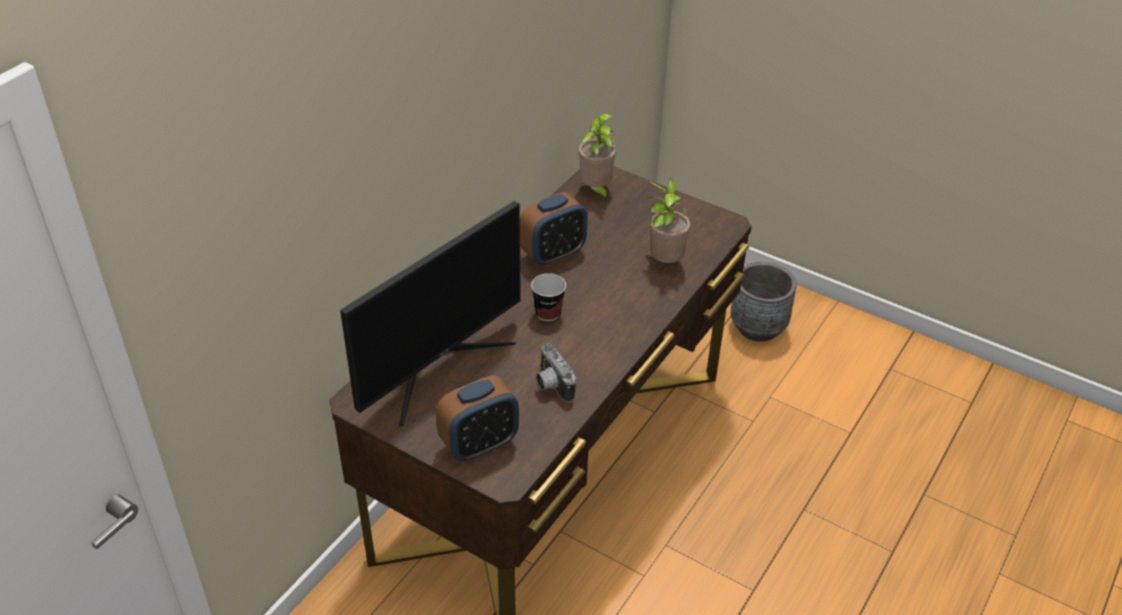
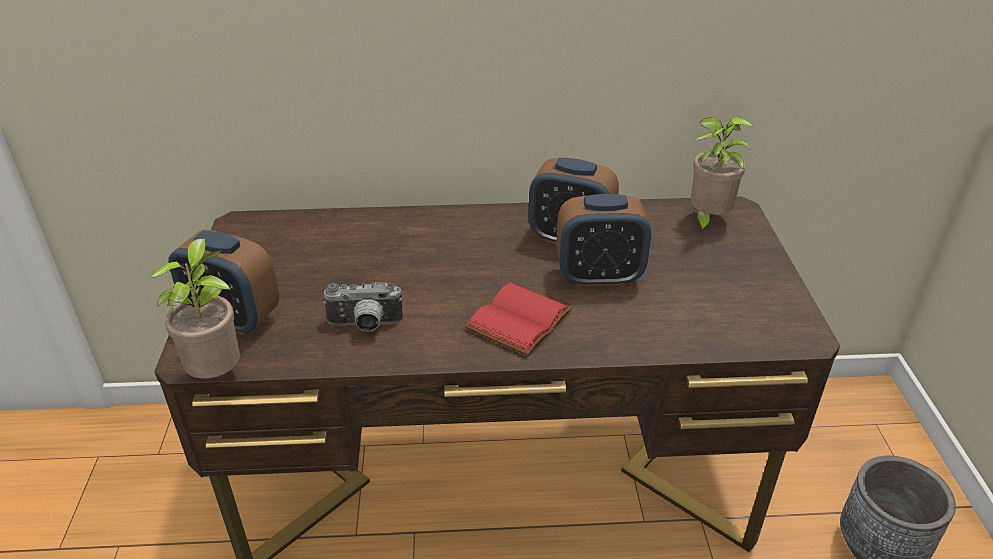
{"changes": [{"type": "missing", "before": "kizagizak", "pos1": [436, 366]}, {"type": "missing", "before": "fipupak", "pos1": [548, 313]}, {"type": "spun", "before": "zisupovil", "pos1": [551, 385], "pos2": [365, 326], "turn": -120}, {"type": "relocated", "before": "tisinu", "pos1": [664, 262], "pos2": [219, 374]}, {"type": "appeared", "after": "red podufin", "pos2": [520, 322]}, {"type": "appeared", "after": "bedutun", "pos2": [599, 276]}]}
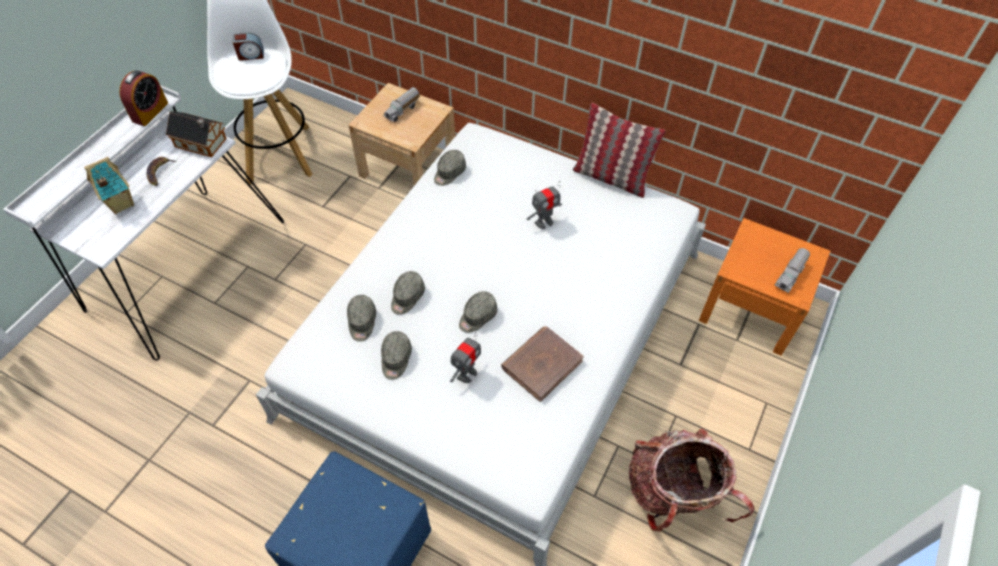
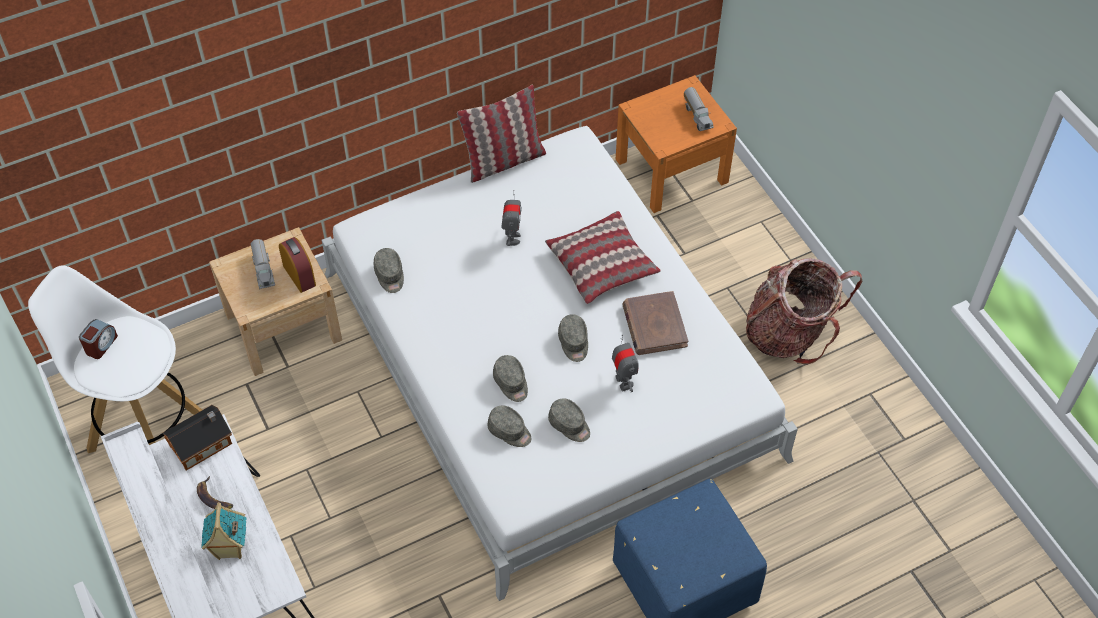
{"changes": [{"type": "relocated", "before": "bedutun", "pos1": [150, 112], "pos2": [299, 275]}, {"type": "appeared", "after": "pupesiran", "pos2": [602, 264]}]}
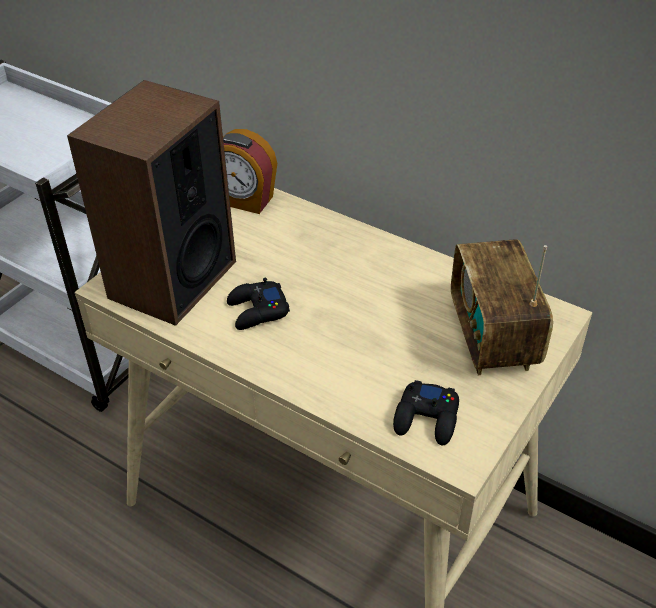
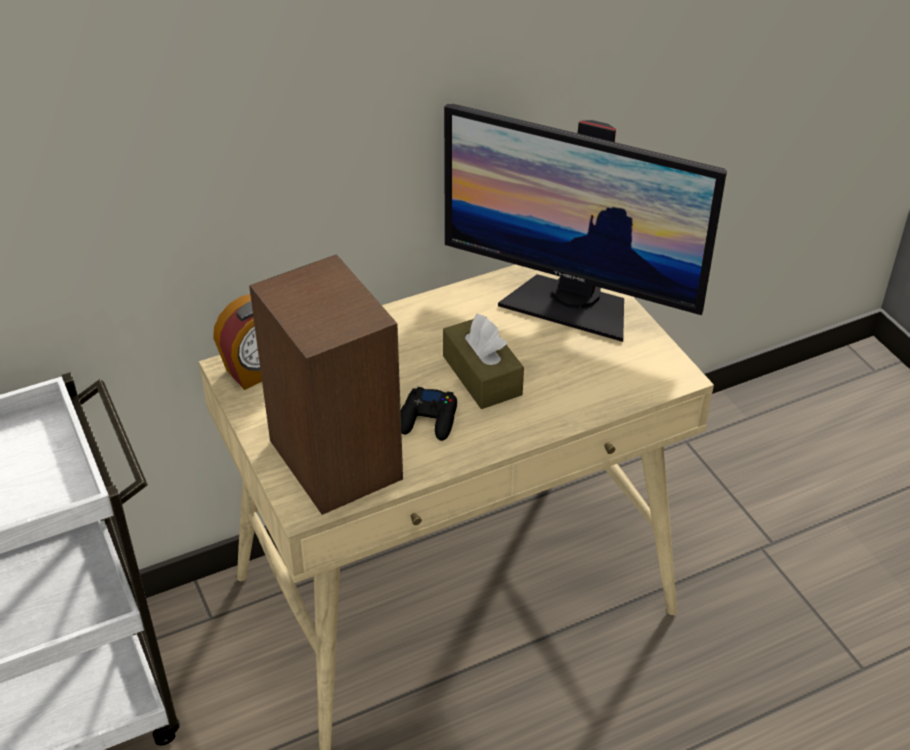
{"changes": [{"type": "missing", "before": "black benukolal", "pos1": [427, 418]}, {"type": "exchanged", "before": "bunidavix", "after": "kizagizak", "pos1": [492, 337], "pos2": [571, 303]}, {"type": "appeared", "after": "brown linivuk", "pos2": [482, 375]}]}
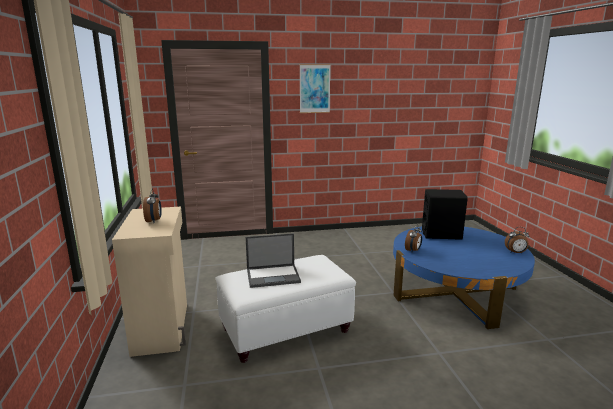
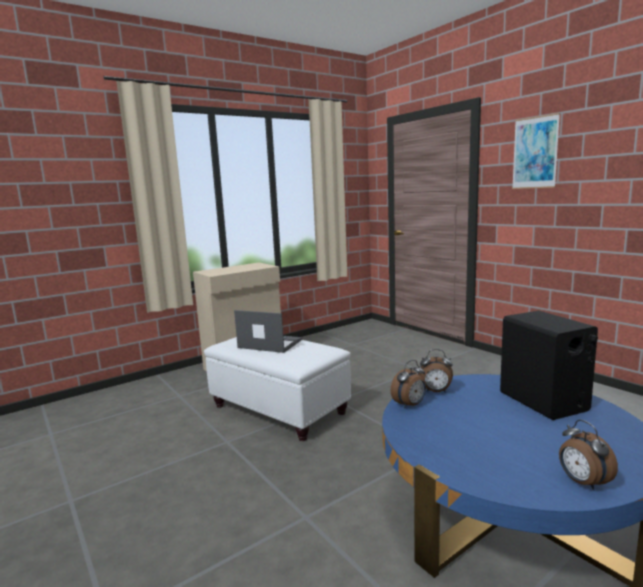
{"changes": [{"type": "relocated", "before": "bedutun", "pos1": [154, 221], "pos2": [410, 405]}, {"type": "spun", "before": "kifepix", "pos1": [273, 276], "pos2": [269, 344], "turn": 150}]}
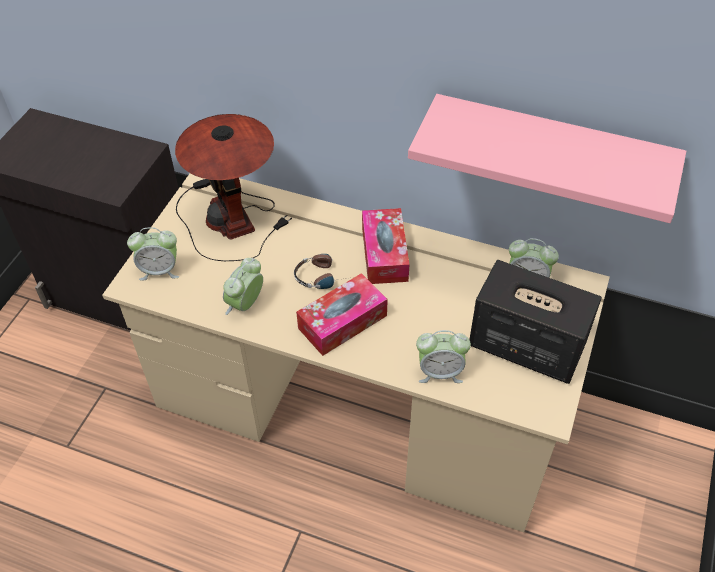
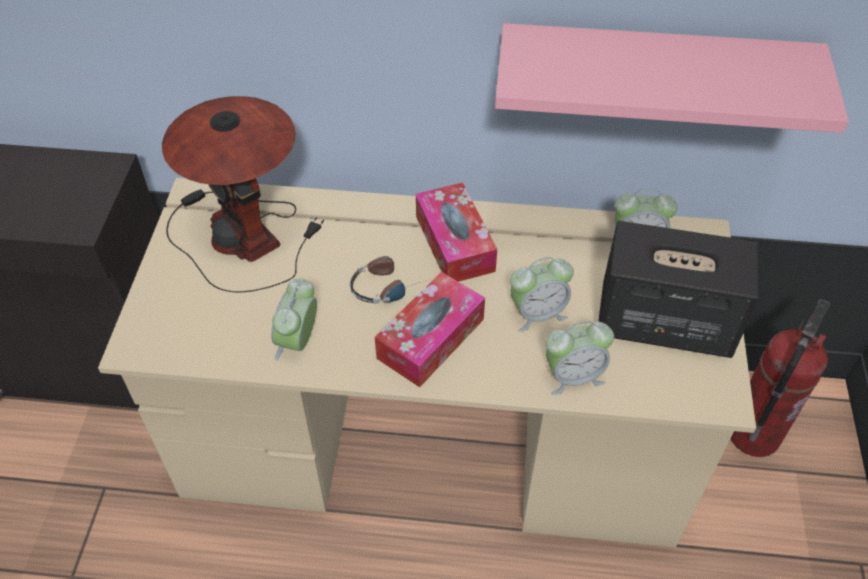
{"changes": [{"type": "relocated", "before": "bedutun", "pos1": [159, 270], "pos2": [537, 313]}, {"type": "appeared", "after": "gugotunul", "pos2": [753, 435]}]}
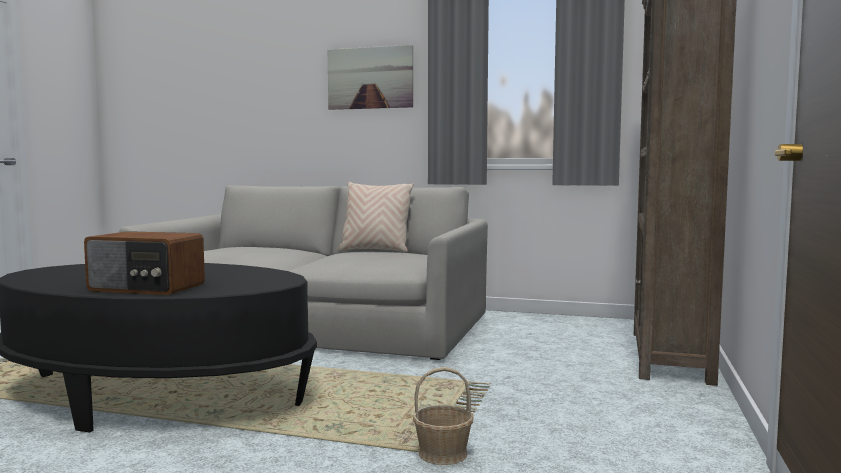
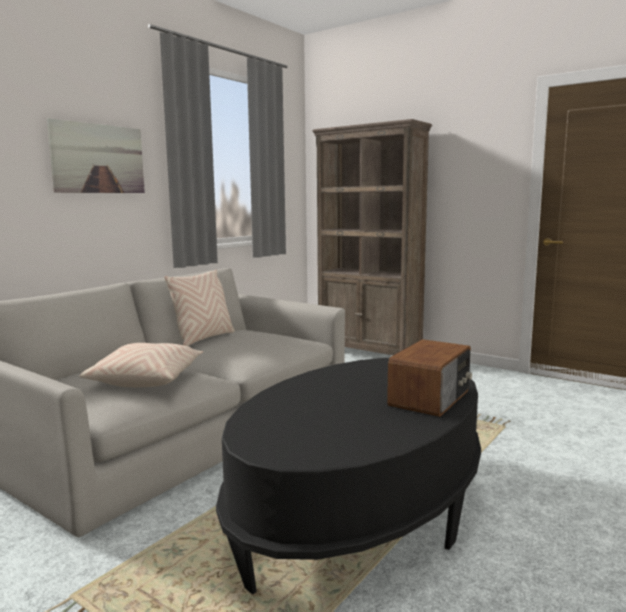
{"changes": [{"type": "missing", "before": "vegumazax", "pos1": [443, 454]}, {"type": "appeared", "after": "beige pupesiran", "pos2": [147, 379]}]}
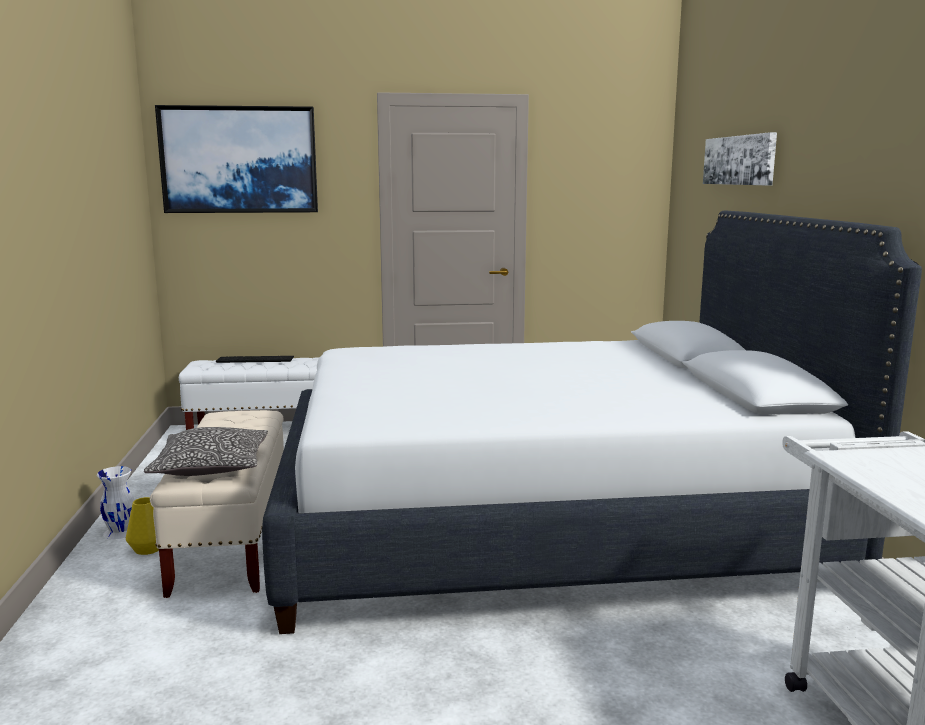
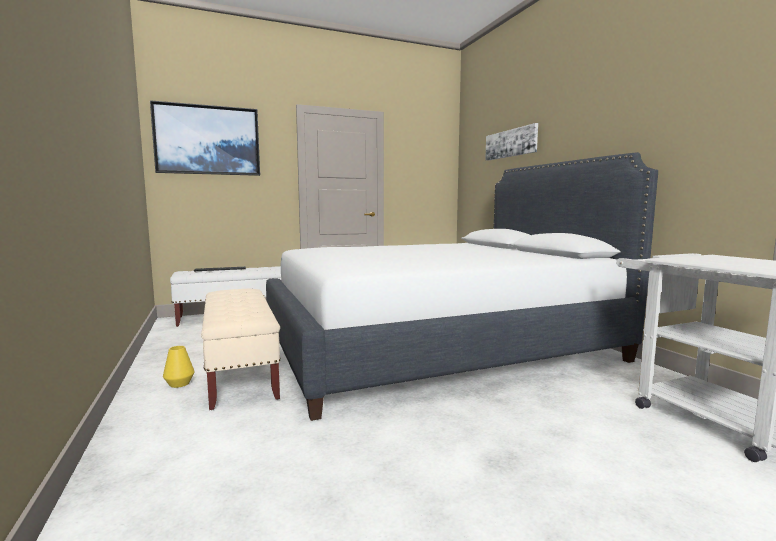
{"changes": [{"type": "missing", "before": "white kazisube", "pos1": [121, 531]}, {"type": "missing", "before": "pupesiran", "pos1": [211, 467]}]}
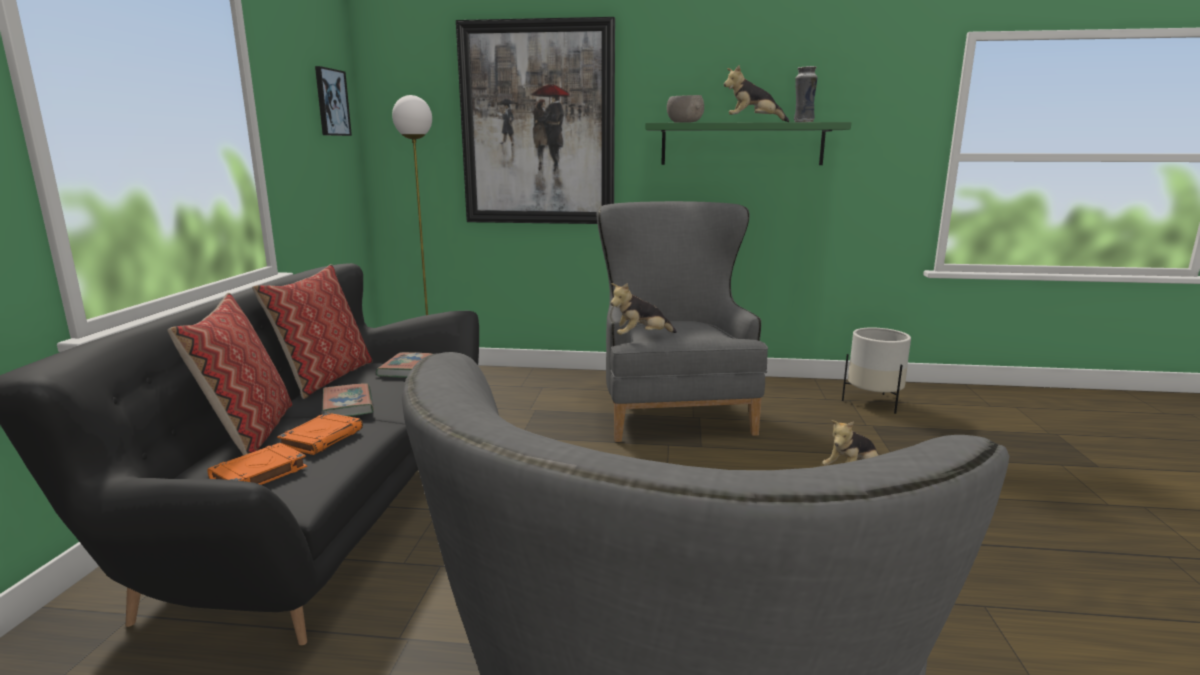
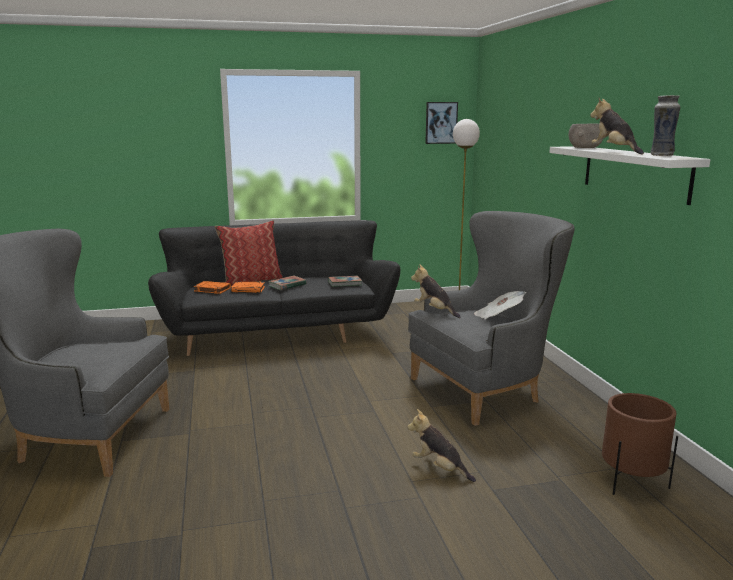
{"changes": [{"type": "missing", "before": "pupesiran", "pos1": [325, 378]}, {"type": "missing", "before": "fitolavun", "pos1": [538, 125]}, {"type": "colour", "before": "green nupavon", "after": "white nupavon", "pos1": [742, 144], "pos2": [634, 172]}, {"type": "colour", "before": "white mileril", "after": "brown mileril", "pos1": [873, 402], "pos2": [631, 481]}, {"type": "appeared", "after": "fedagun", "pos2": [499, 316]}]}
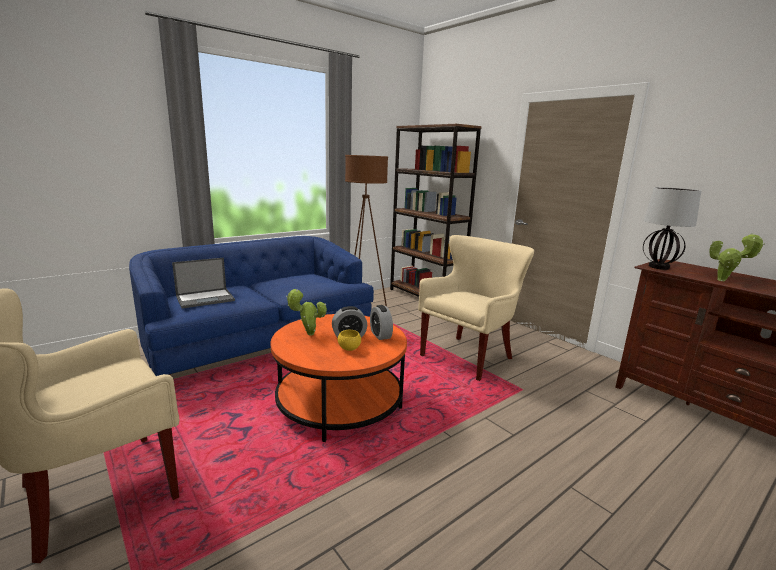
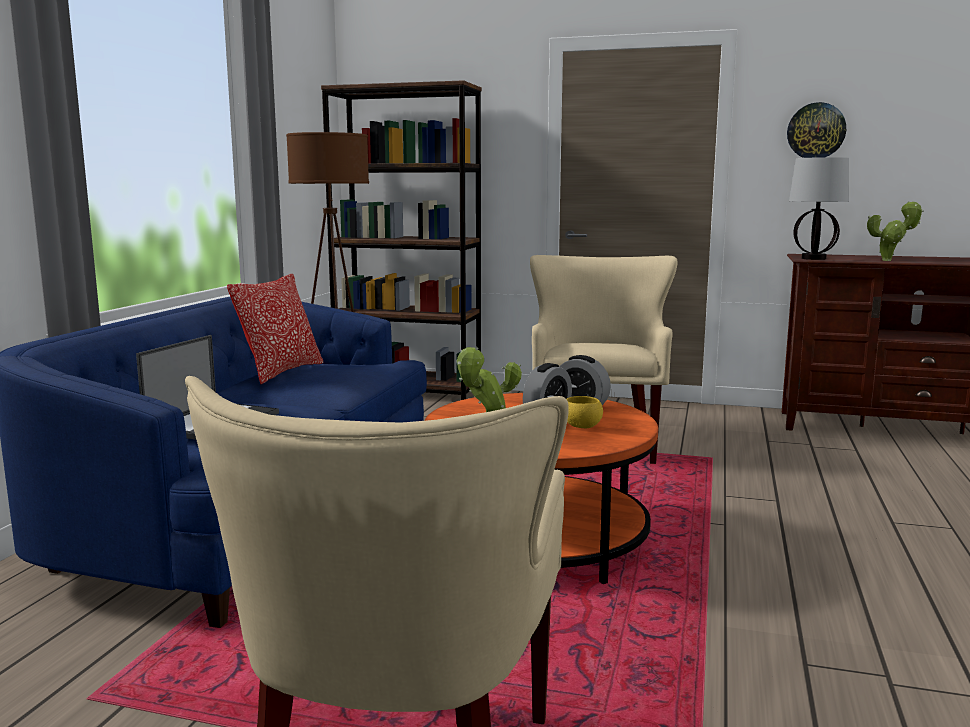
{"changes": [{"type": "appeared", "after": "pupesiran", "pos2": [281, 372]}, {"type": "appeared", "after": "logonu", "pos2": [816, 131]}]}
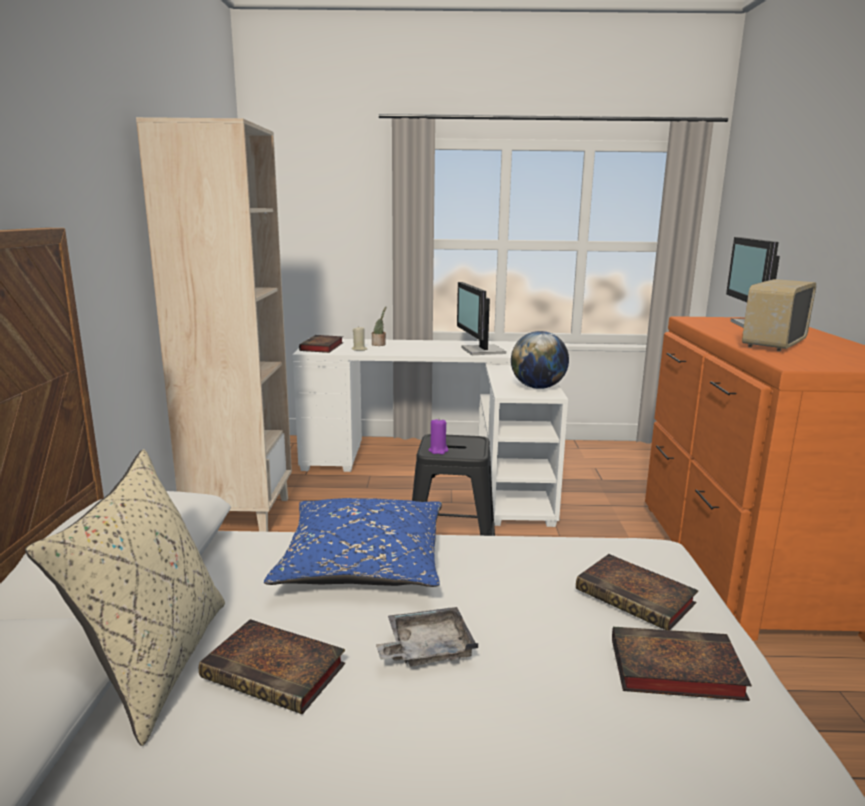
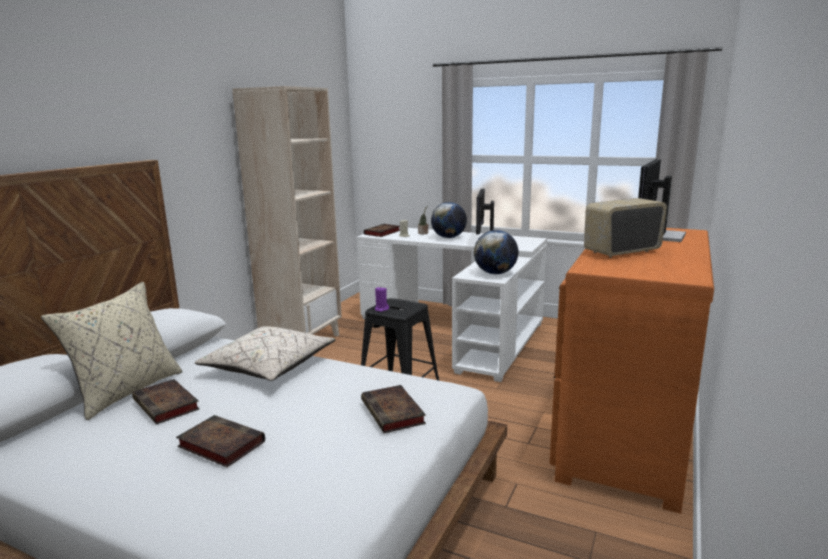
{"changes": [{"type": "colour", "before": "blue pupesiran", "after": "beige pupesiran", "pos1": [362, 564], "pos2": [268, 366]}, {"type": "missing", "before": "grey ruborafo", "pos1": [427, 649]}, {"type": "relocated", "before": "podufin", "pos1": [672, 670], "pos2": [219, 444]}, {"type": "appeared", "after": "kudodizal", "pos2": [448, 237]}]}
